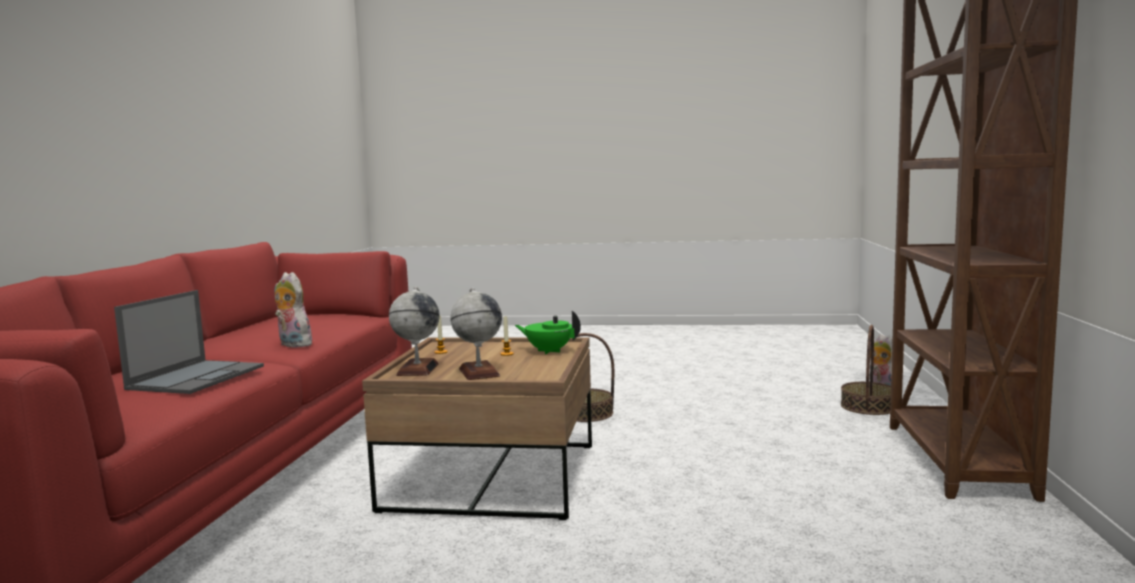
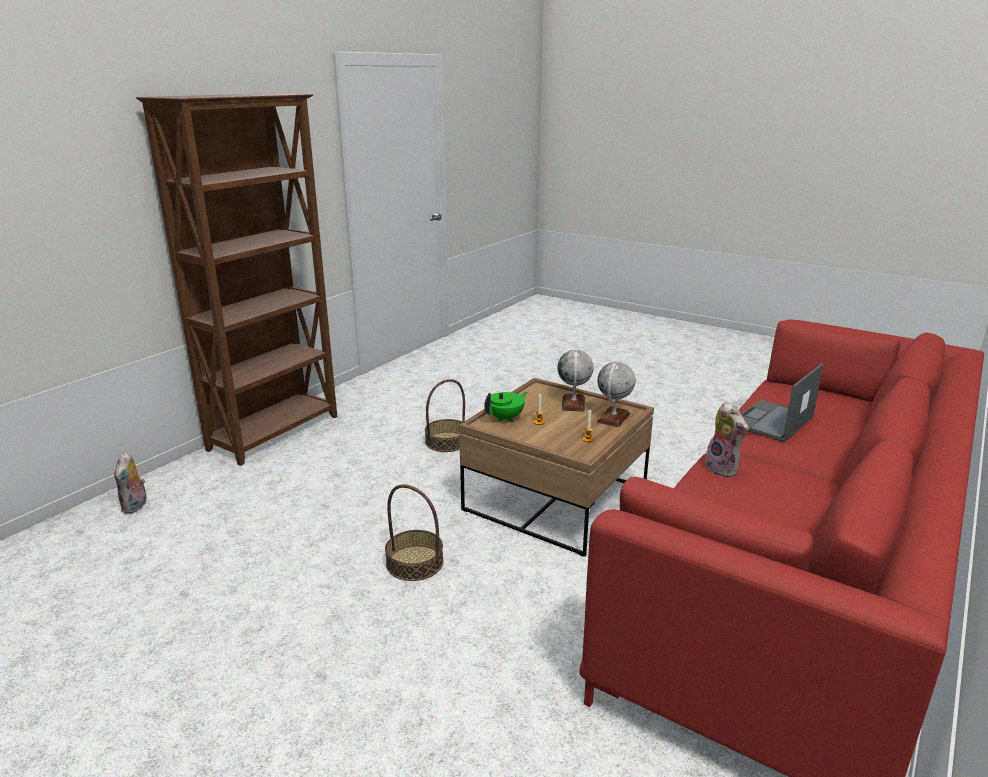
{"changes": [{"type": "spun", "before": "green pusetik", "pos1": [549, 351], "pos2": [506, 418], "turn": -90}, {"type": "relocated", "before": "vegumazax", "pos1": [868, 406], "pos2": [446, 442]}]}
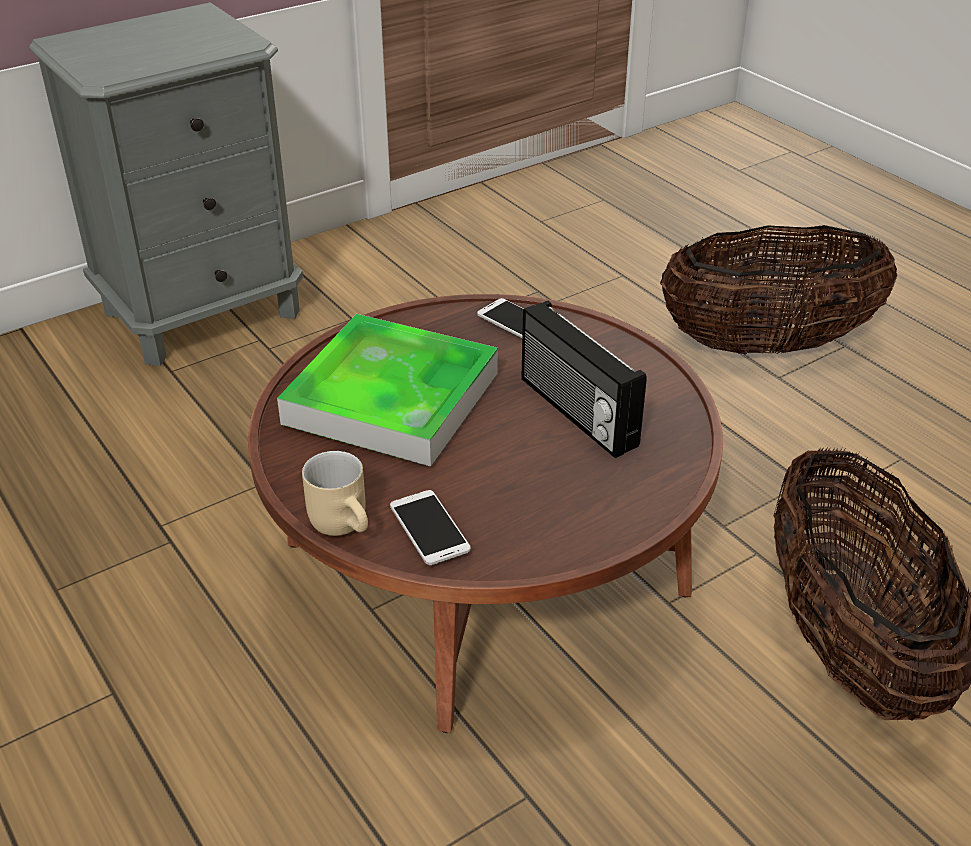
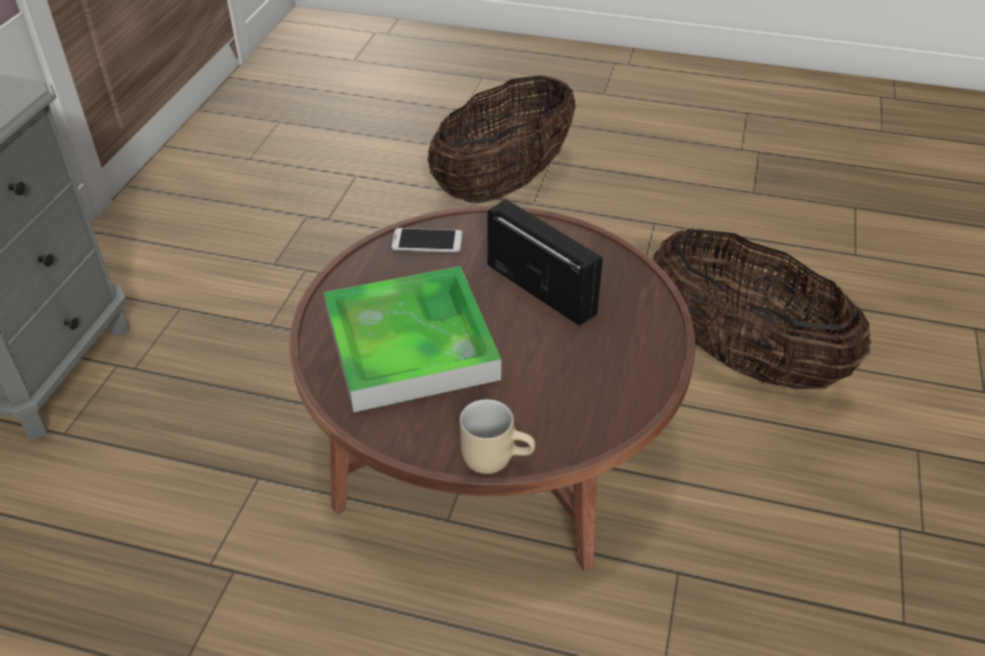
{"changes": [{"type": "missing", "before": "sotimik", "pos1": [429, 528]}, {"type": "spun", "before": "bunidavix", "pos1": [575, 413], "pos2": [542, 288], "turn": -150}]}
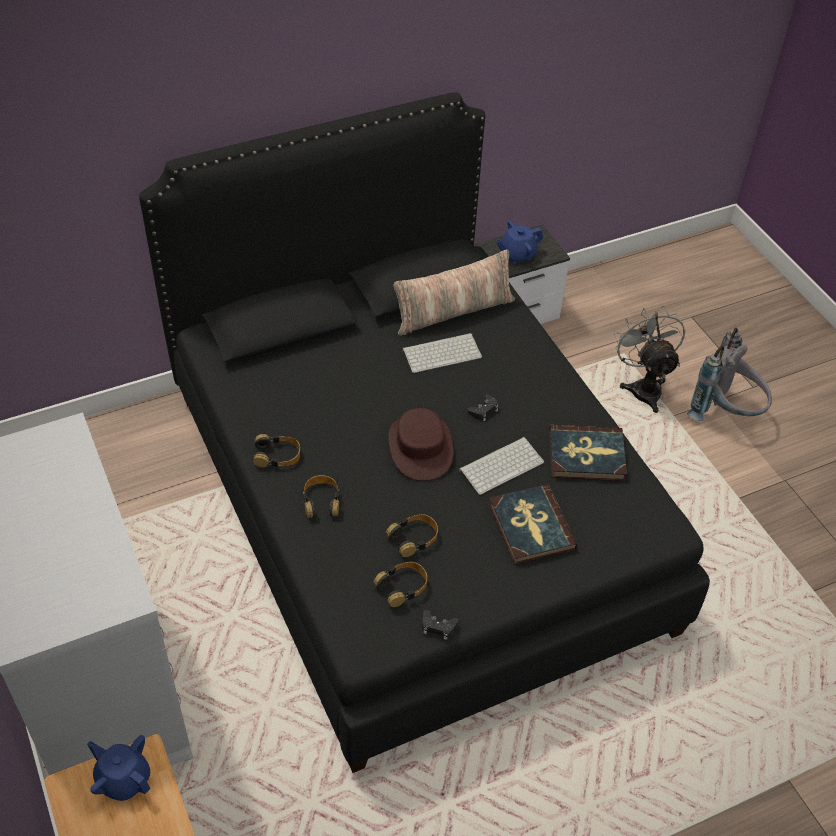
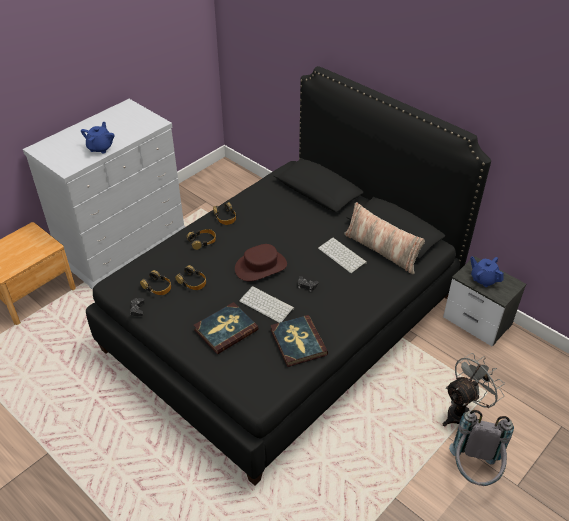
{"changes": [{"type": "relocated", "before": "blue pusetik", "pos1": [123, 779], "pos2": [100, 147]}]}
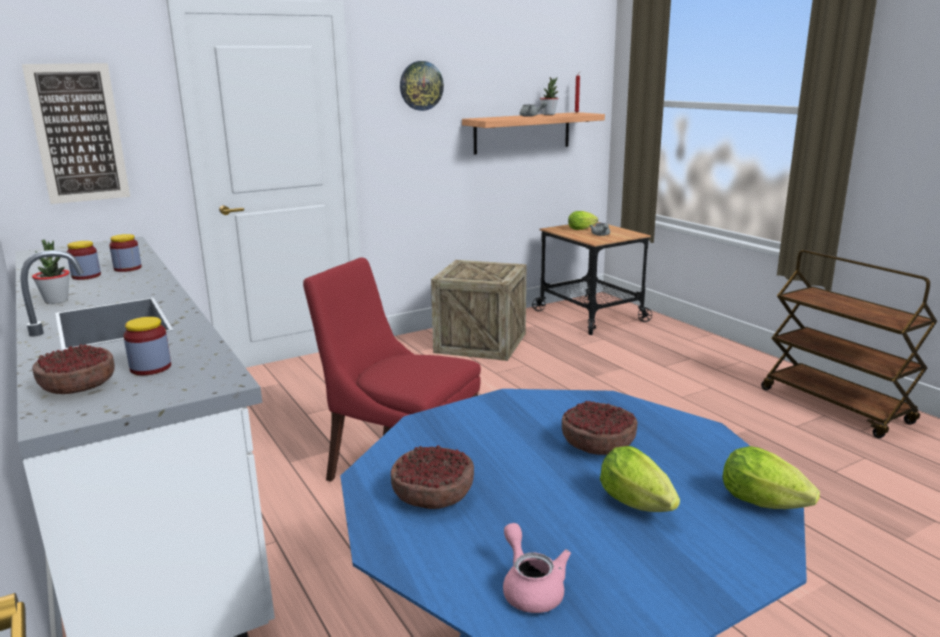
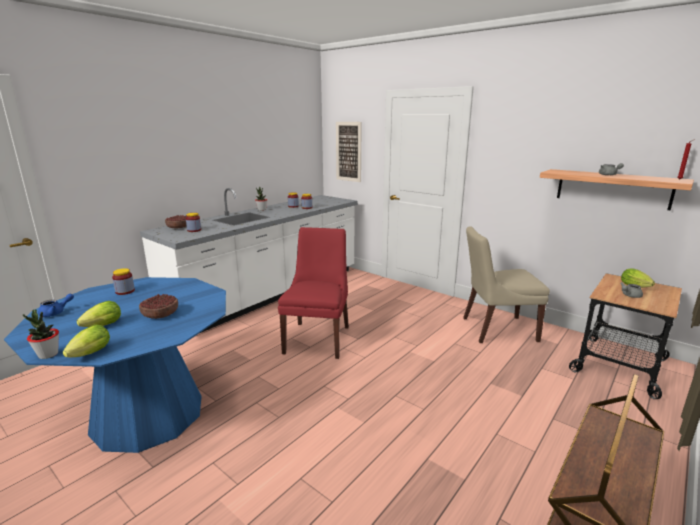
{"changes": [{"type": "exchanged", "before": "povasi", "after": "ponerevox", "pos1": [432, 496], "pos2": [125, 291]}, {"type": "missing", "before": "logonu", "pos1": [421, 86]}, {"type": "exchanged", "before": "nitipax", "after": "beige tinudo", "pos1": [480, 343], "pos2": [496, 329]}, {"type": "colour", "before": "pink pusetik", "after": "blue pusetik", "pos1": [531, 588], "pos2": [56, 313]}, {"type": "relocated", "before": "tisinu", "pos1": [549, 114], "pos2": [48, 354]}]}
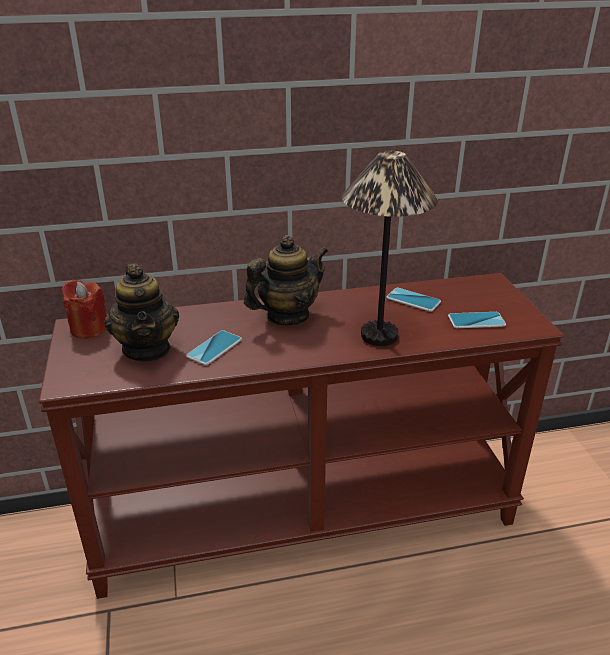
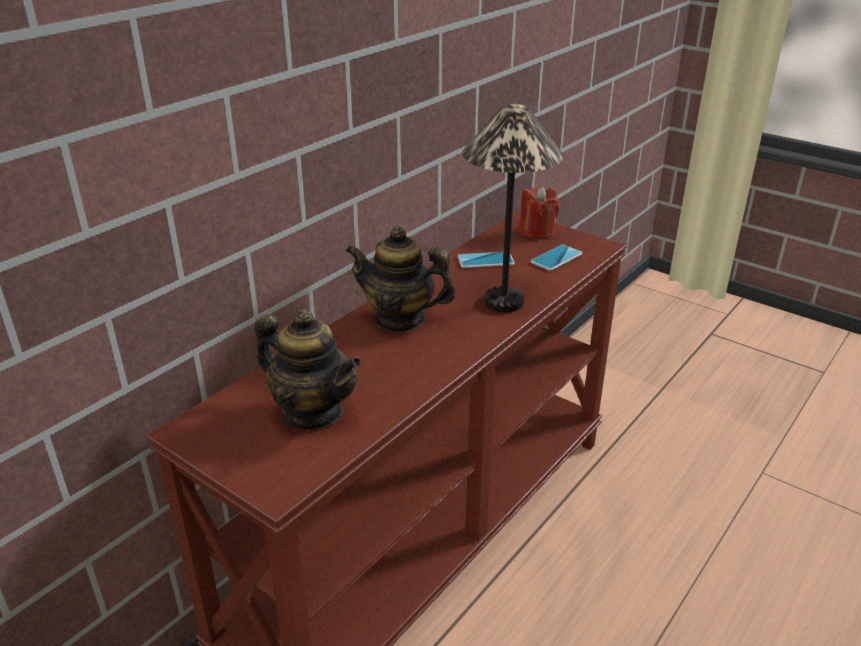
{"changes": [{"type": "relocated", "before": "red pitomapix", "pos1": [89, 329], "pos2": [537, 232]}, {"type": "missing", "before": "sotimik", "pos1": [214, 348]}, {"type": "spun", "before": "pusetik", "pos1": [287, 316], "pos2": [400, 319], "turn": -90}]}
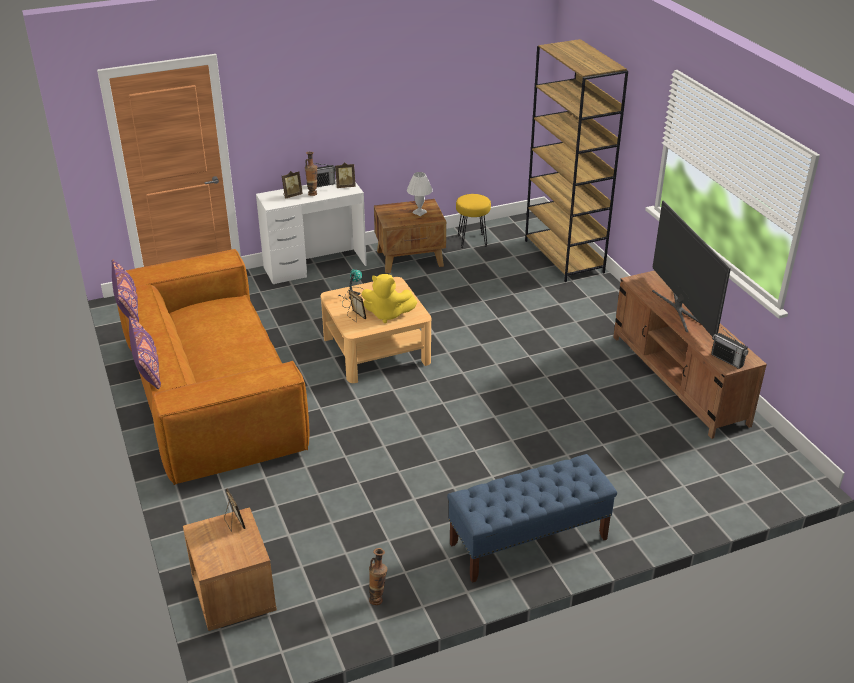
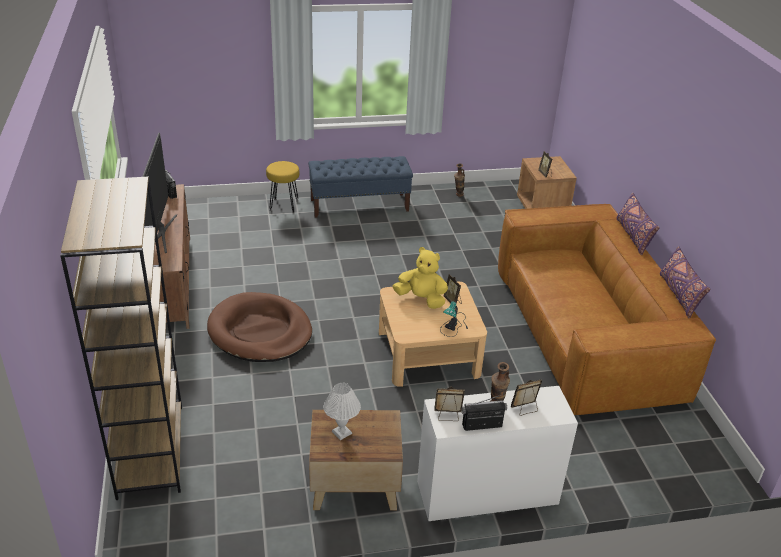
{"changes": [{"type": "relocated", "before": "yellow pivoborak", "pos1": [472, 240], "pos2": [284, 205]}, {"type": "appeared", "after": "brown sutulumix", "pos2": [260, 332]}]}
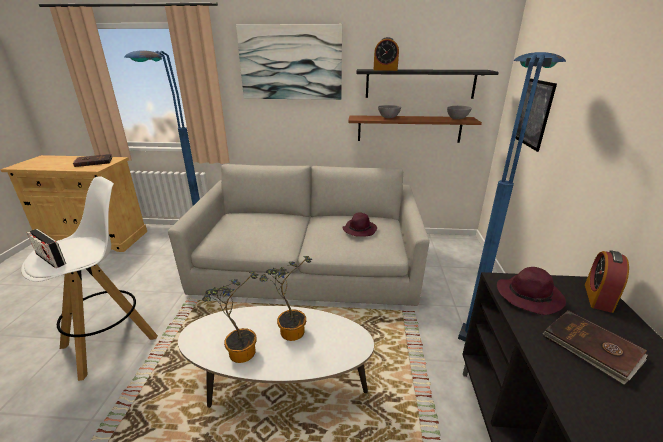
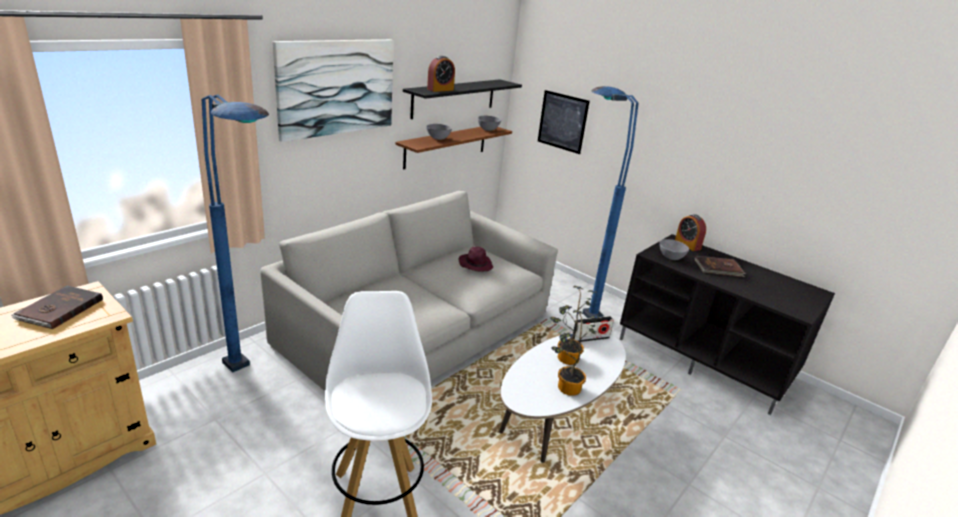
{"changes": [{"type": "relocated", "before": "bunidavix", "pos1": [51, 259], "pos2": [590, 338]}, {"type": "exchanged", "before": "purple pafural", "after": "grey povasi", "pos1": [529, 296], "pos2": [670, 257]}]}
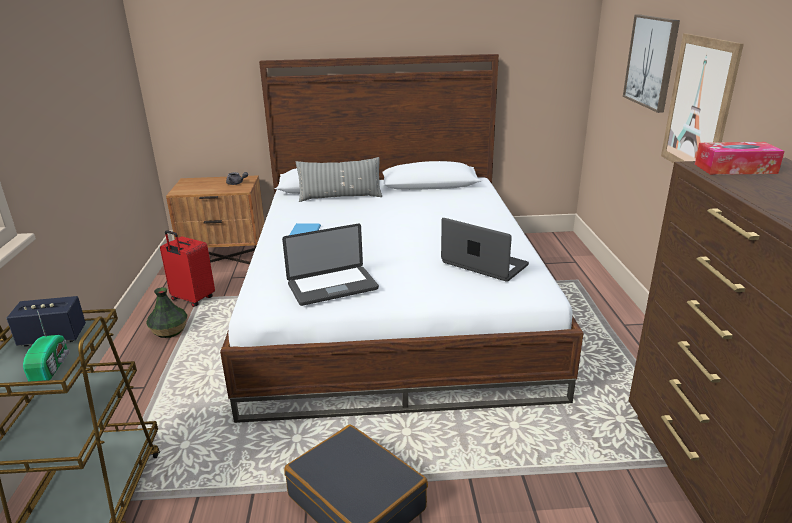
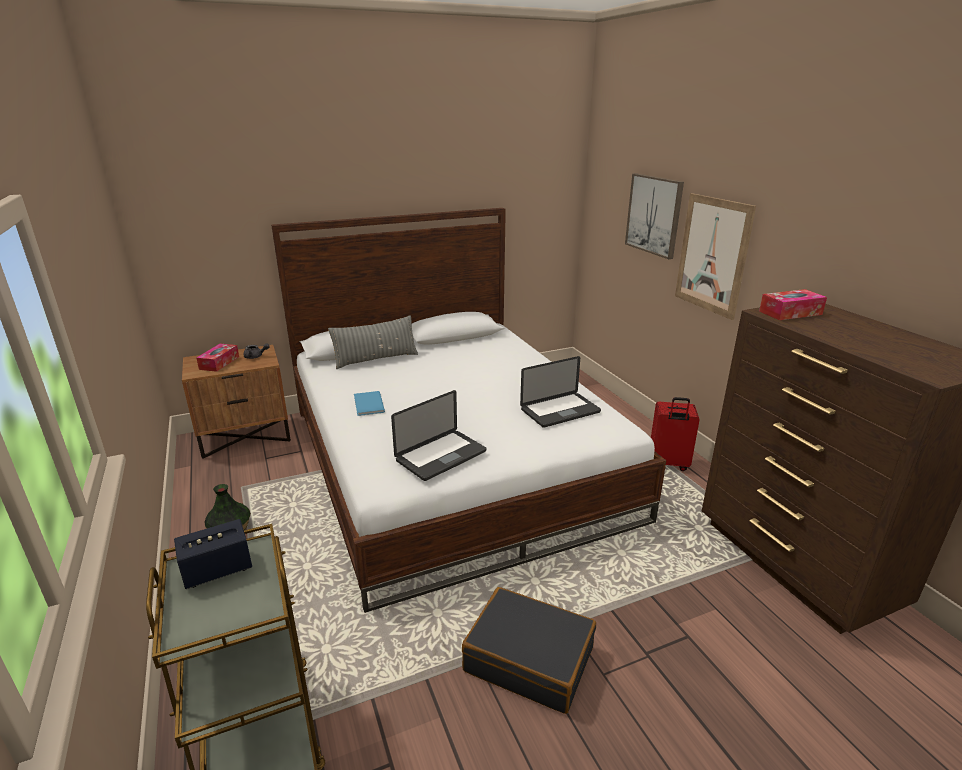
{"changes": [{"type": "missing", "before": "bunidavix", "pos1": [51, 366]}, {"type": "relocated", "before": "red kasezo", "pos1": [192, 299], "pos2": [667, 464]}, {"type": "spun", "before": "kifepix", "pos1": [484, 264], "pos2": [560, 411], "turn": 135}, {"type": "appeared", "after": "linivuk", "pos2": [219, 363]}]}
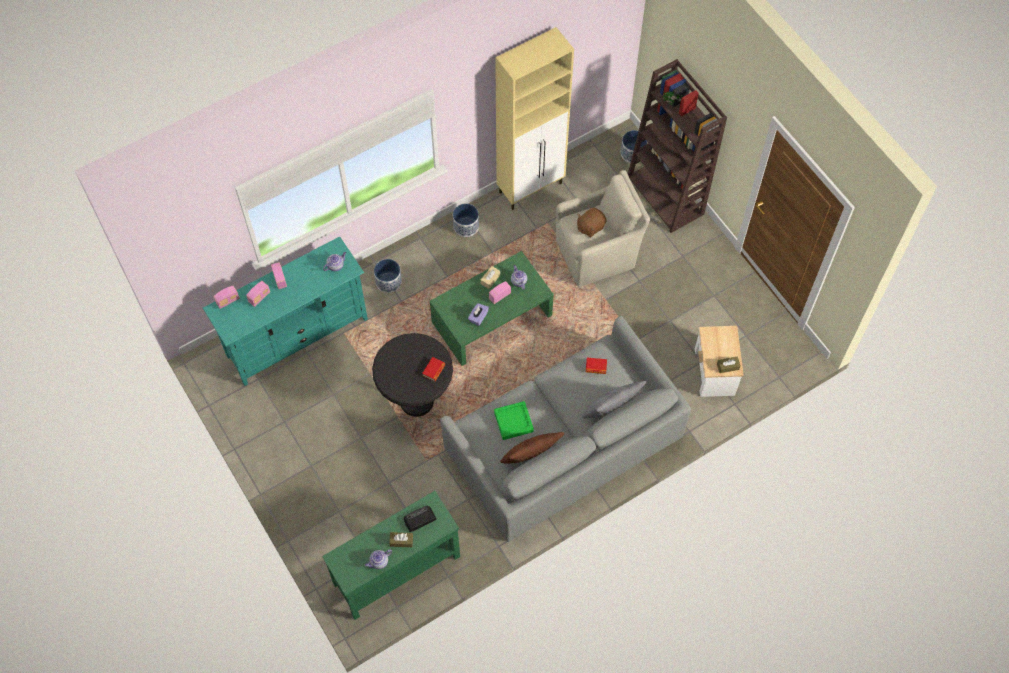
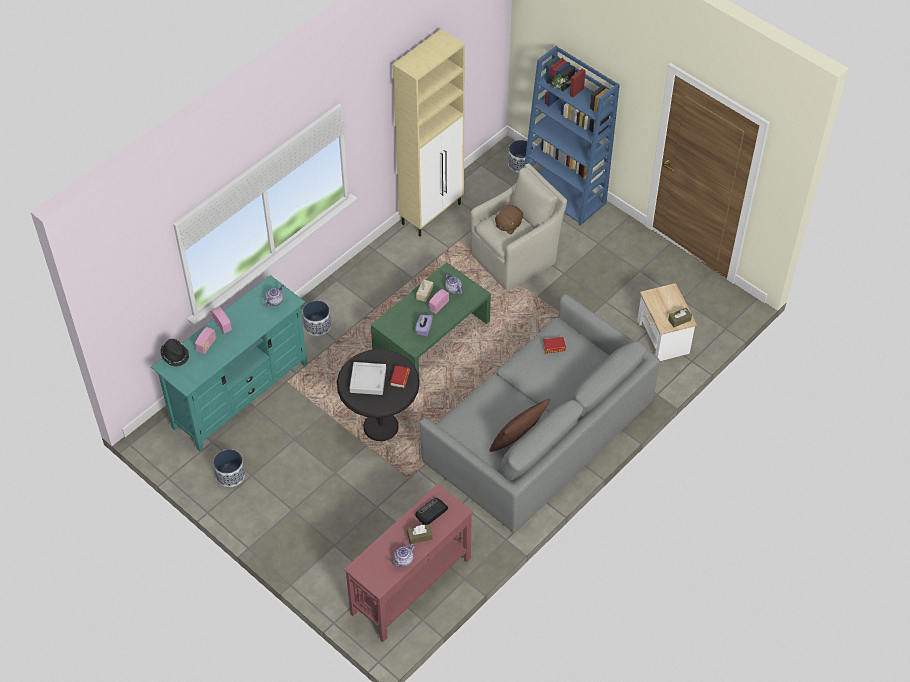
{"changes": [{"type": "exchanged", "before": "bunidavix", "after": "black pafural", "pos1": [227, 301], "pos2": [175, 355]}, {"type": "colour", "before": "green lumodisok", "after": "red lumodisok", "pos1": [396, 570], "pos2": [410, 586]}, {"type": "relocated", "before": "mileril", "pos1": [466, 226], "pos2": [230, 475]}, {"type": "missing", "before": "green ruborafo", "pos1": [513, 422]}, {"type": "missing", "before": "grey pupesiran", "pos1": [611, 410]}, {"type": "colour", "before": "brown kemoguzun", "after": "blue kemoguzun", "pos1": [666, 196], "pos2": [565, 195]}, {"type": "appeared", "after": "grey ruborafo", "pos2": [368, 380]}]}
